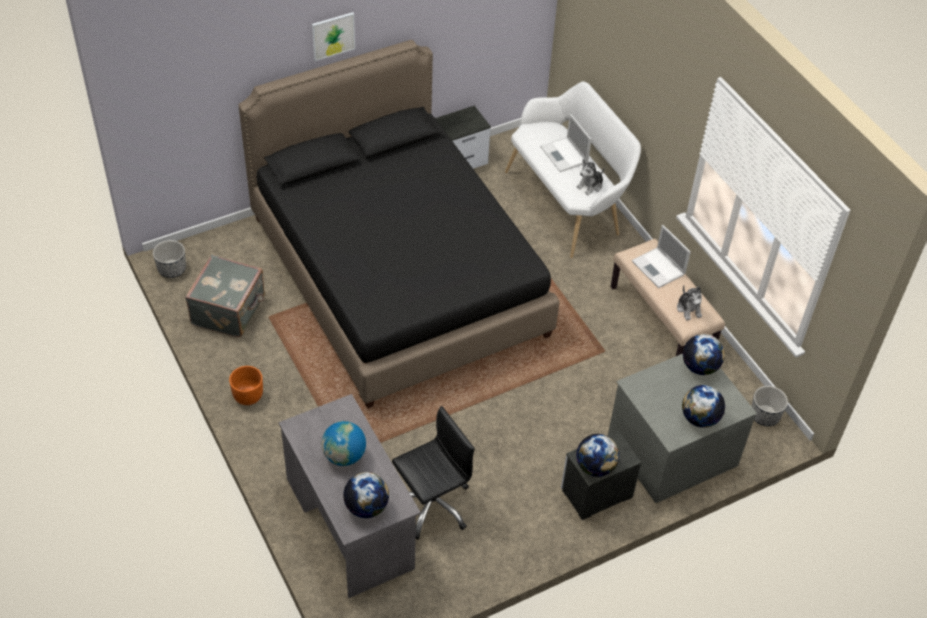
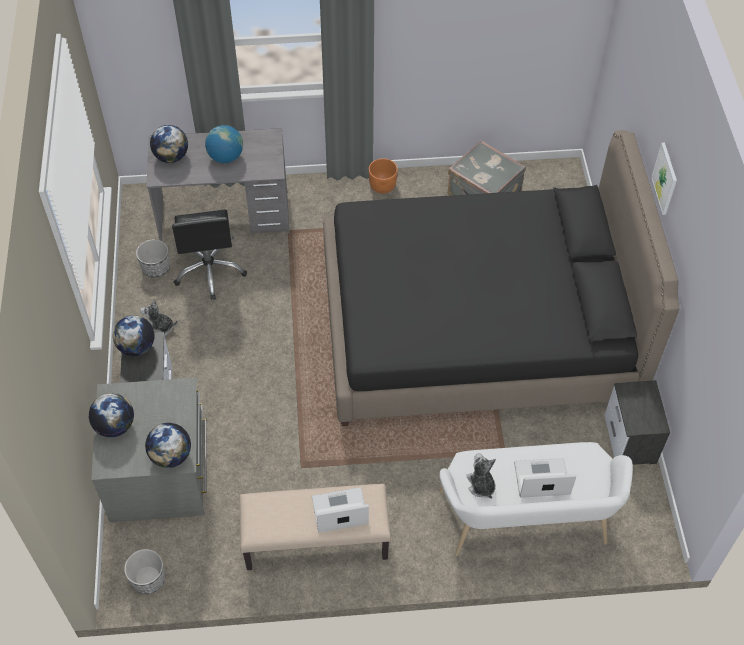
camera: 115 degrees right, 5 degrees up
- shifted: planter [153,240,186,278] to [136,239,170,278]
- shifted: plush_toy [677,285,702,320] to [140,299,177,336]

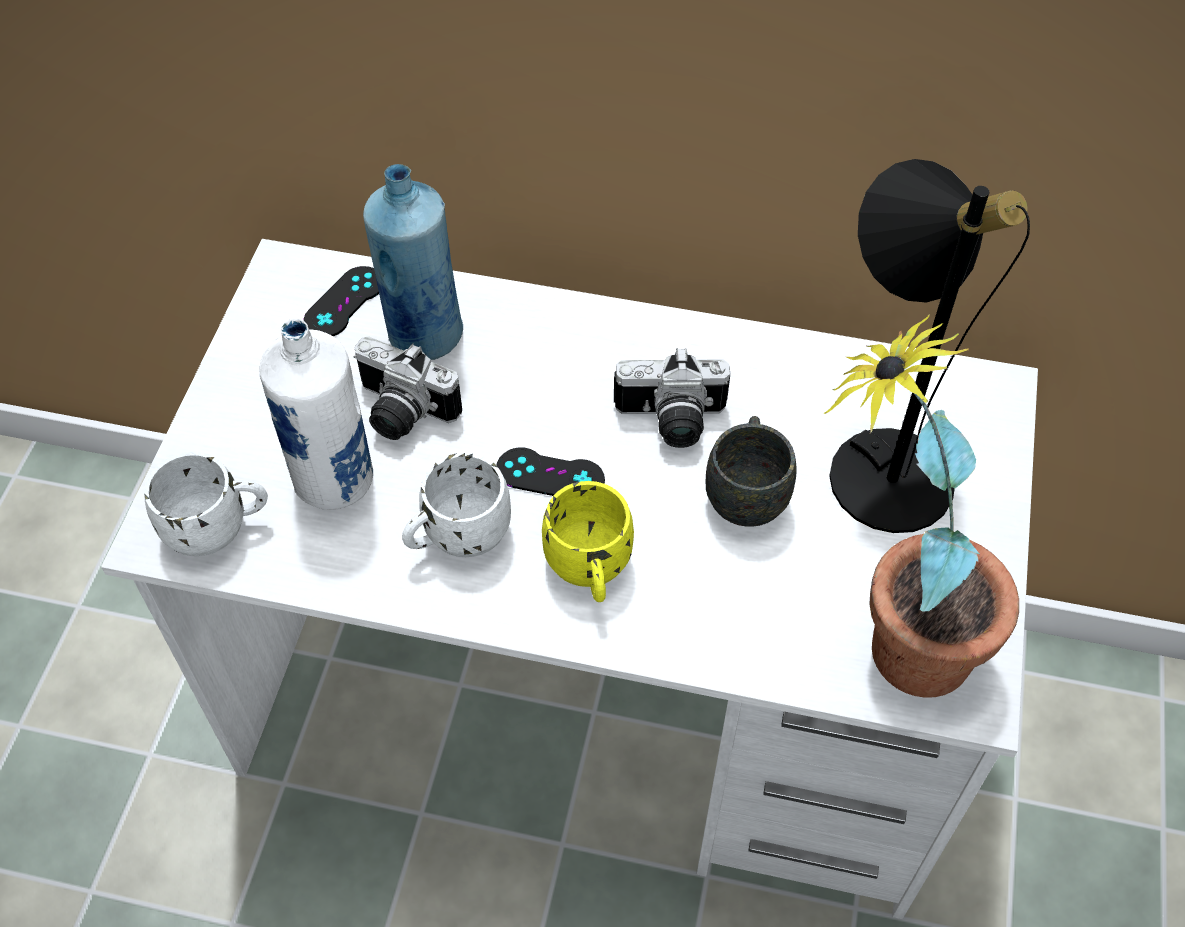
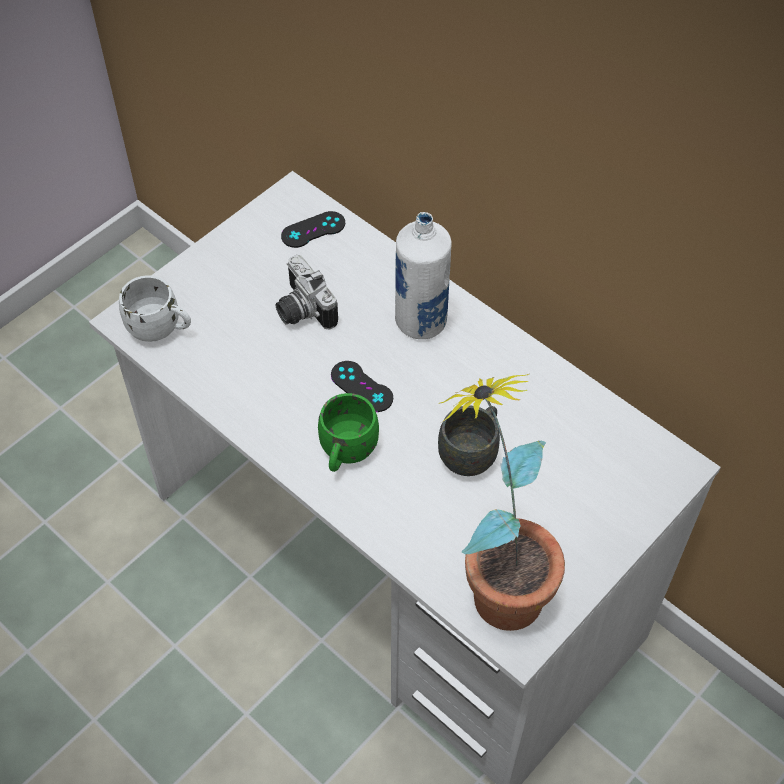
camera: 30 degrees right, 0 degrees up
- gone: black_table_lamp [829,159,1030,533]
- gone: blue_bottle [363,164,463,360]
- shifted: white_bottle [260,319,373,510] to [395,212,452,339]
- gone: photo_camera [614,348,730,448]
- gone: white_mug [402,453,511,557]
- repainted: yellow_mug [542,481,634,602] to green_mug [318,393,379,472]

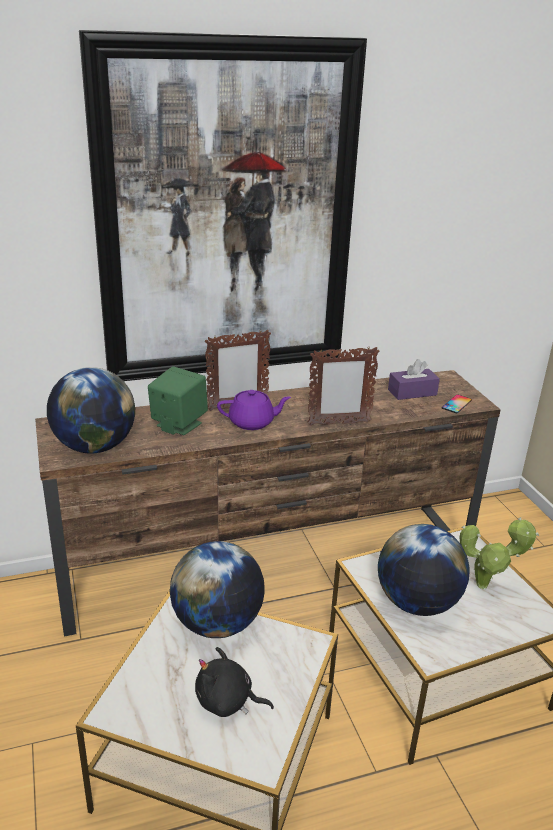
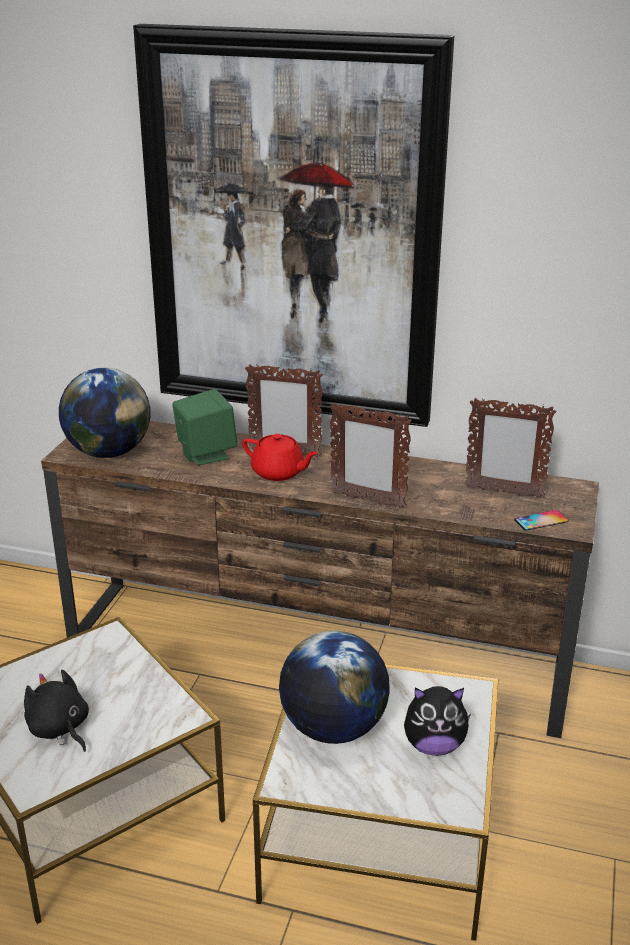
camera: 35 degrees right, 0 degrees up
- swapped: purple_tissue_box [388,359,440,400] to picture_frame [465,398,556,499]
- repainted: purple_teapot [217,390,291,430] to red_teapot [242,434,318,481]
- swapped: potted_plant [459,517,539,590] to plush_toy [404,686,471,756]
- gone: globe [170,541,265,638]

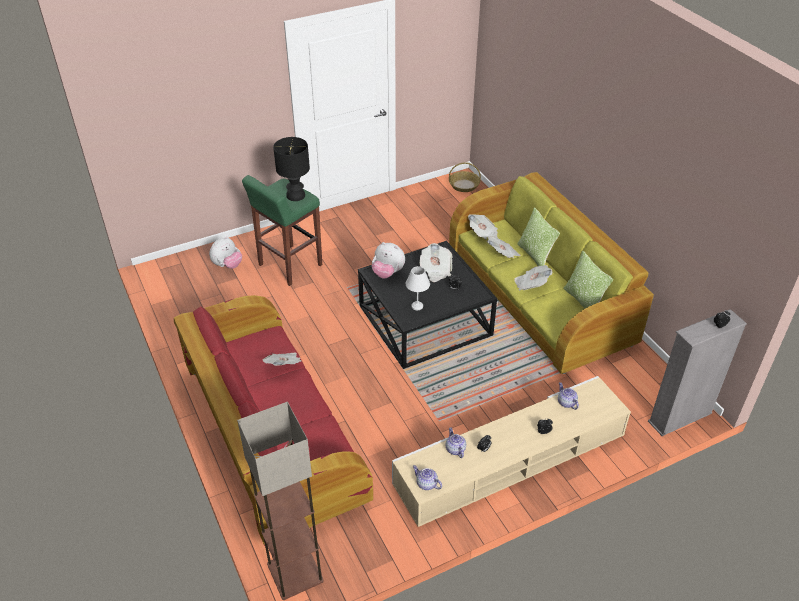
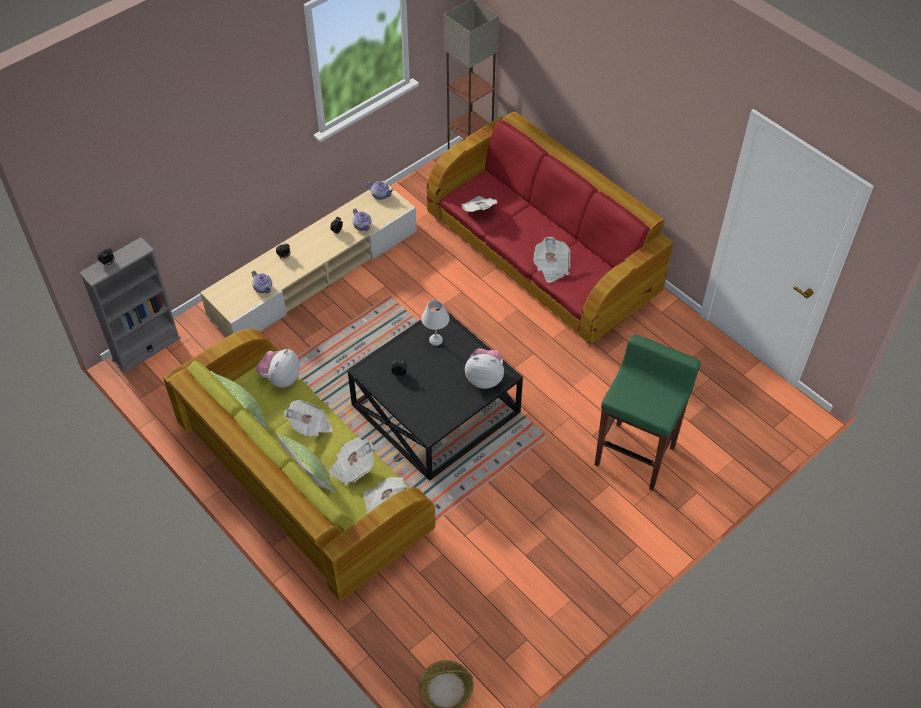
camera: 165 degrees right, 10 degrees up
- gone: black_table_lamp [273,137,310,201]
- shifted: plush_toy [209,237,242,269] to [256,349,300,388]
- shifted: newspaper [419,243,453,282] to [461,196,497,212]

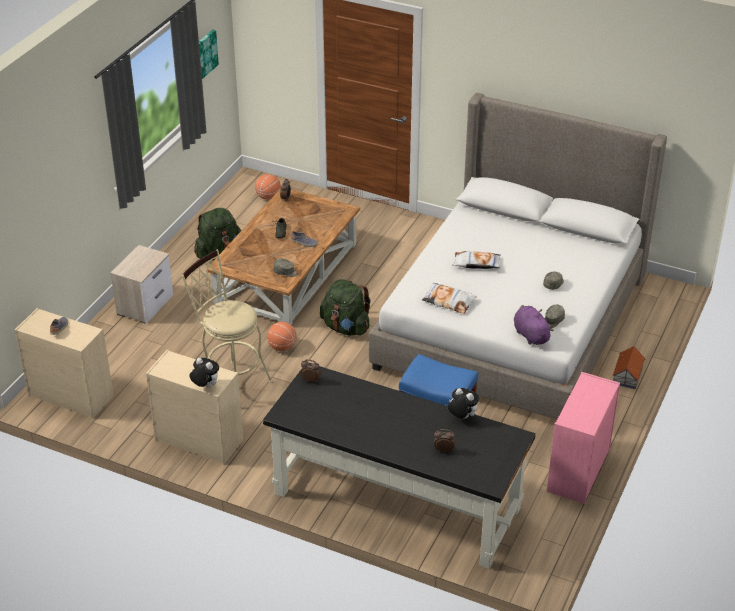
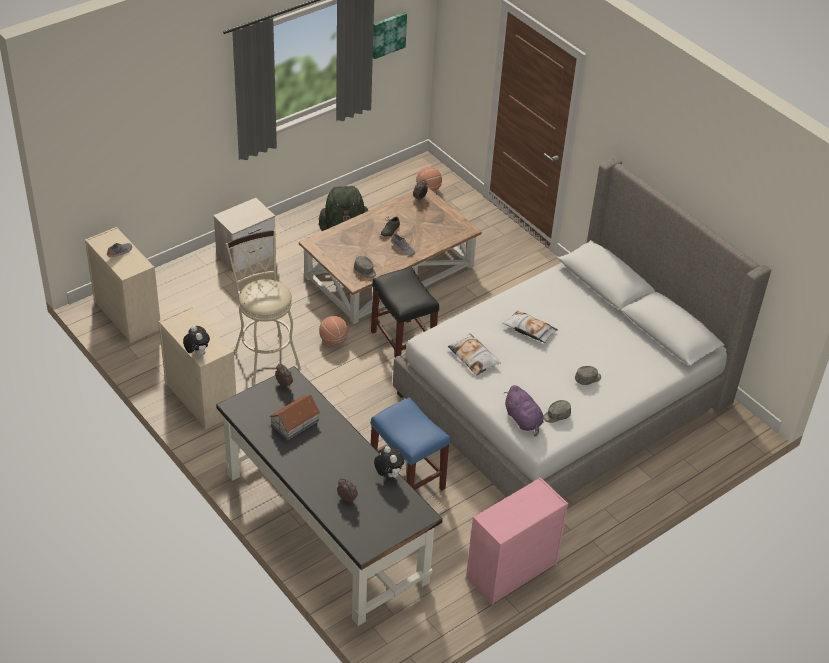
camera: 25 degrees right, 5 degrees up
- swapped: green_backpack [320,279,371,336] to black_stool [371,267,439,357]
- rotated: purple_plush_toy [514,305,554,345] = [504,385,544,437] 150 degrees clockwise
- shifted: toy_house [612,346,645,389] to [269,395,320,440]

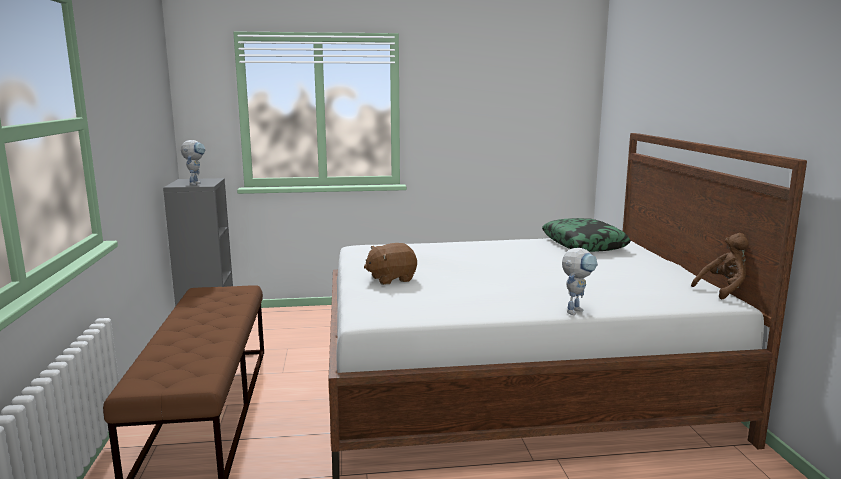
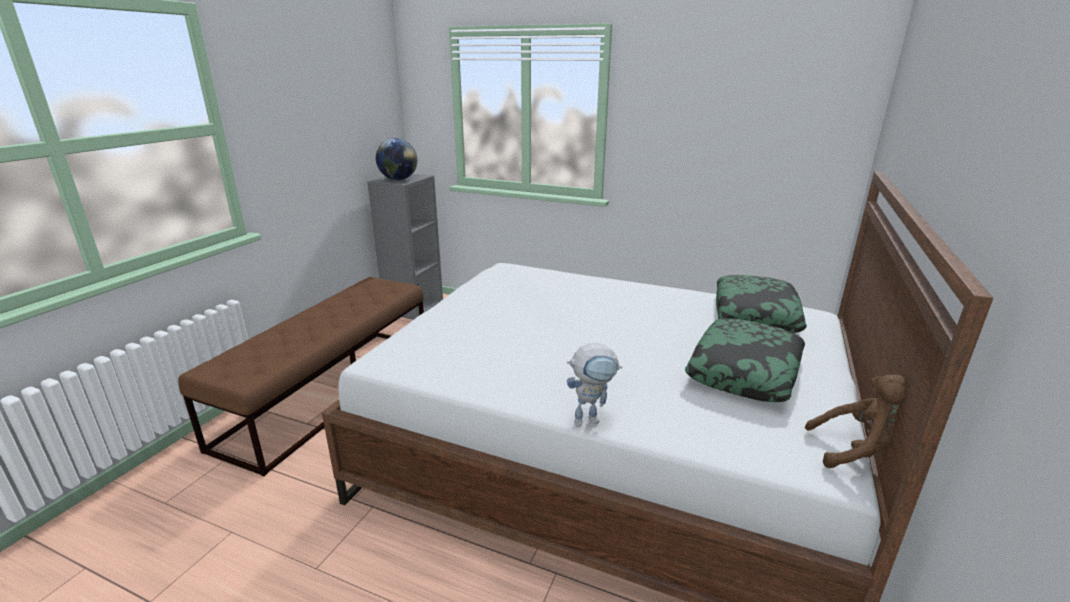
camera: 30 degrees right, 10 degrees up
- swapped: toy_robot [181,140,206,185] to globe [376,138,417,180]
- gone: brown_plush_toy [364,243,417,285]
- new: pillow [685,318,805,402]

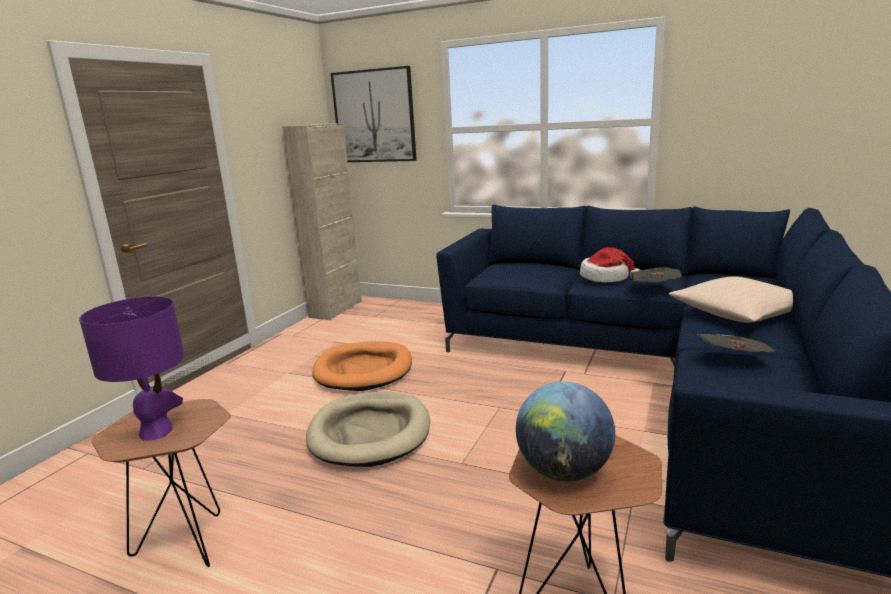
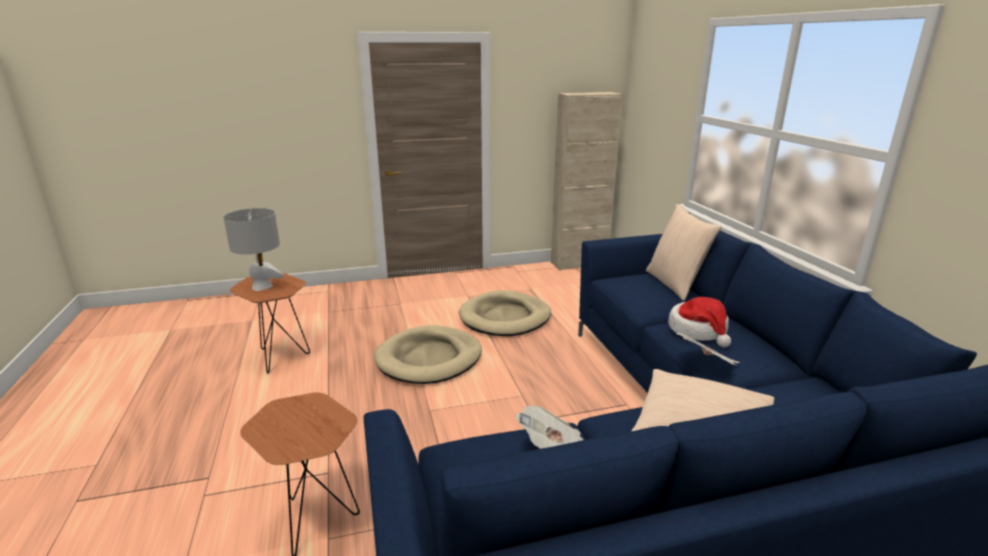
camera: 50 degrees right, 5 degrees up
- gone: picture [331,66,417,162]
- repainted: purple_table_lamp [79,296,185,441] to grey_table_lamp [223,208,284,291]
- repainted: orange_dog_bed [312,341,412,391] to beige_dog_bed [459,290,551,336]
- gone: globe [516,381,615,482]
- new: beige_pillow [646,204,721,301]

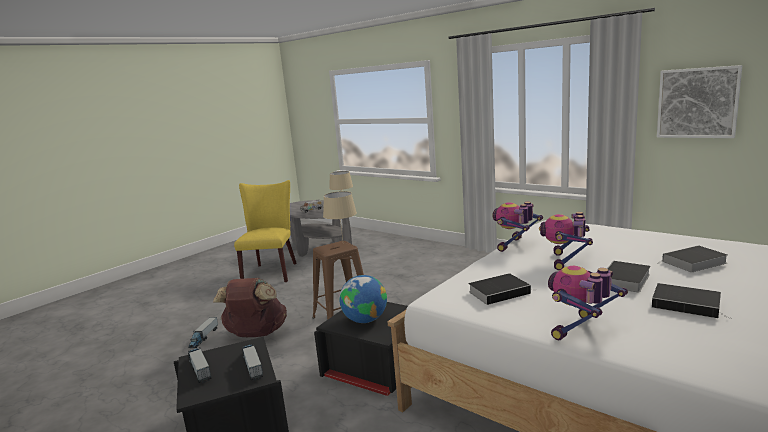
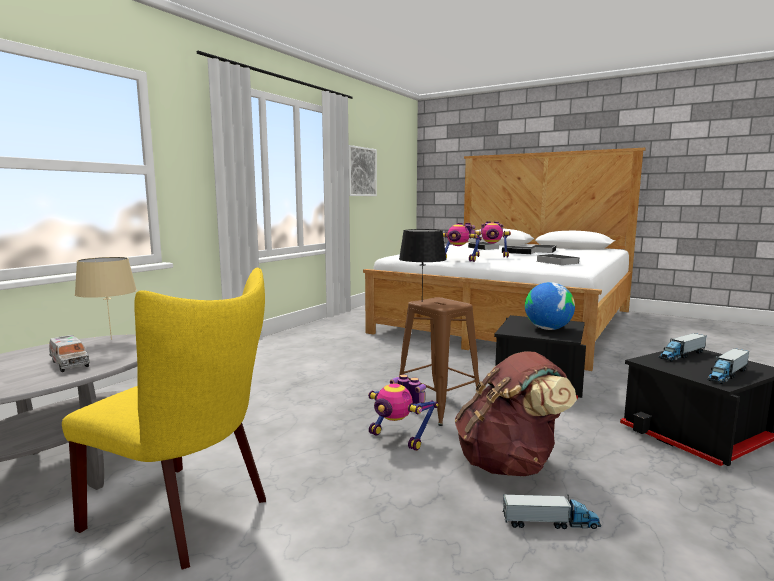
camera: 100 degrees left, 5 degrees down
- rotated: yellow_chair [234,180,297,282] = [62,268,266,570] 150 degrees counterclockwise
- repainted: beige_table_lamp [323,191,357,240] to black_table_lamp [399,229,447,298]
- shifted: toy_robot [548,266,628,340] to [368,374,438,451]

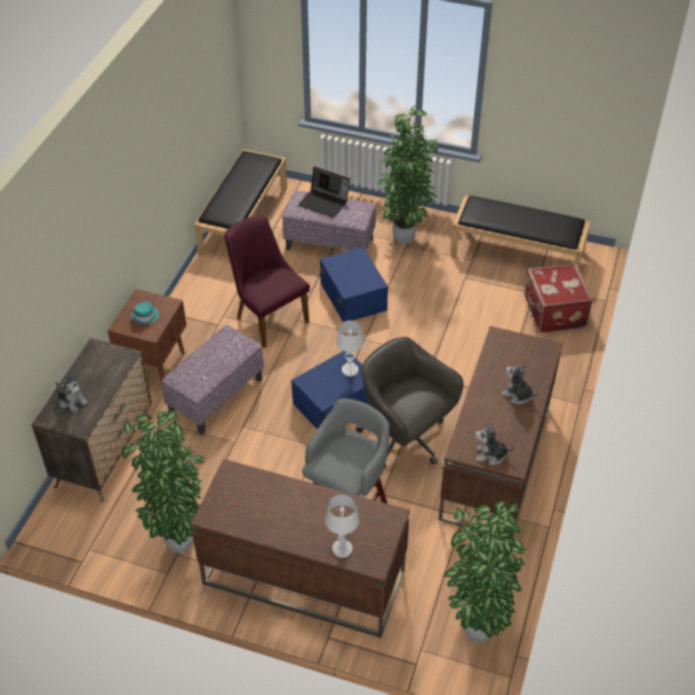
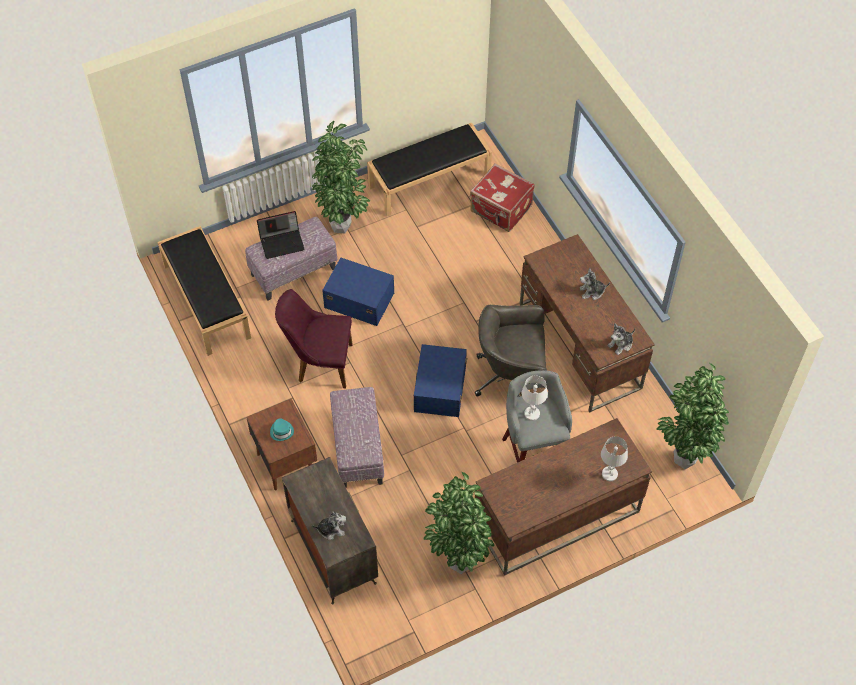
camera: 45 degrees left, 10 degrees up
- shifted: white_table_lamp [336,321,364,377] to [522,375,548,421]

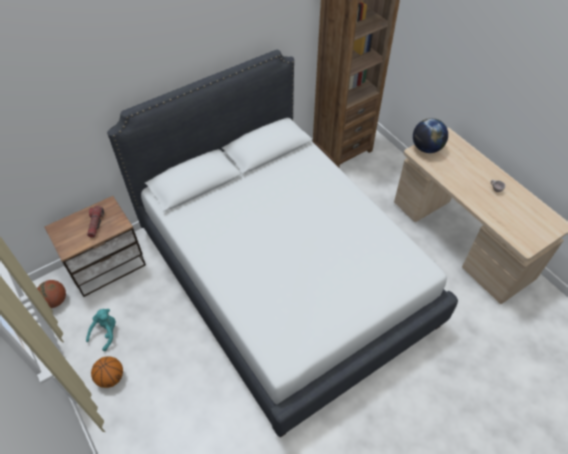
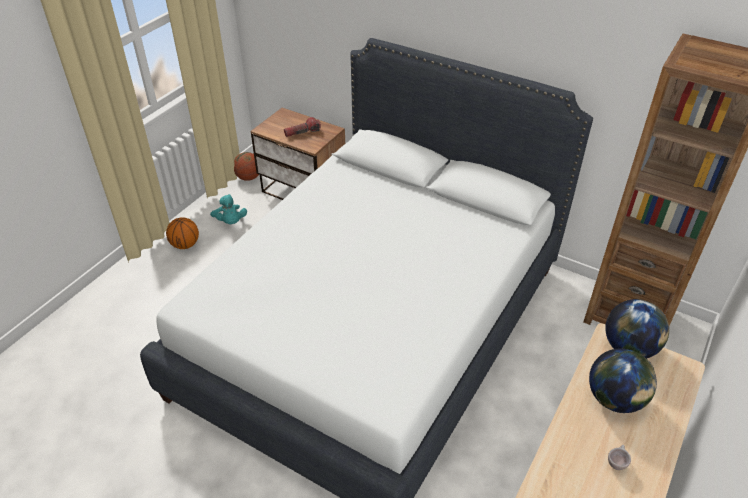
camera: 65 degrees right, 10 degrees down
- rotated: turquoise_plush_toy [86,309,116,351] = [210,194,247,224] 60 degrees clockwise
- new: globe [589,348,657,413]

